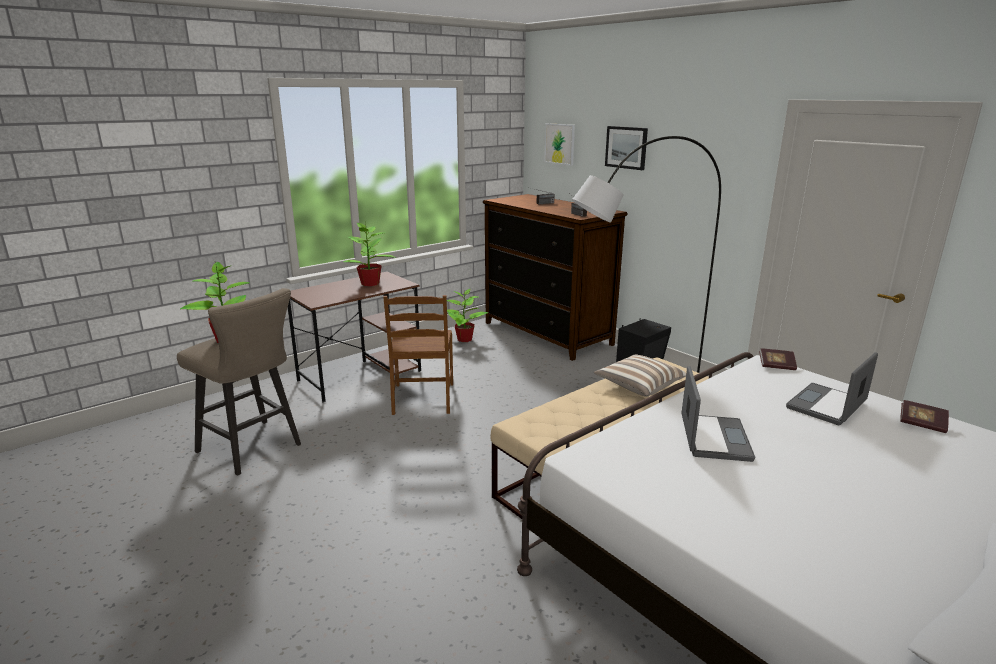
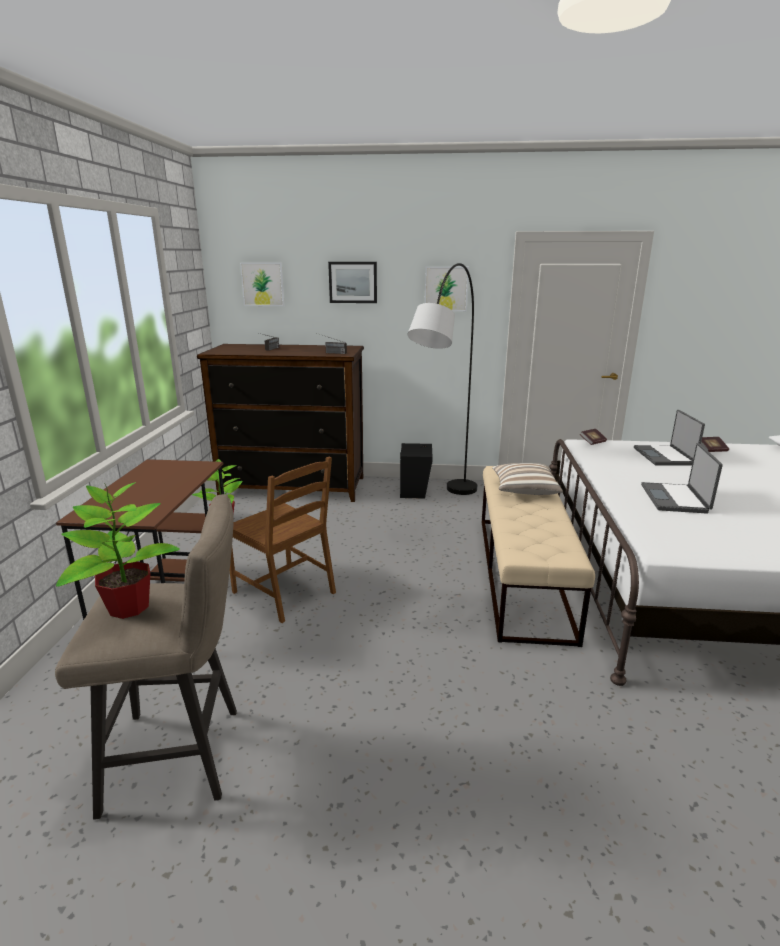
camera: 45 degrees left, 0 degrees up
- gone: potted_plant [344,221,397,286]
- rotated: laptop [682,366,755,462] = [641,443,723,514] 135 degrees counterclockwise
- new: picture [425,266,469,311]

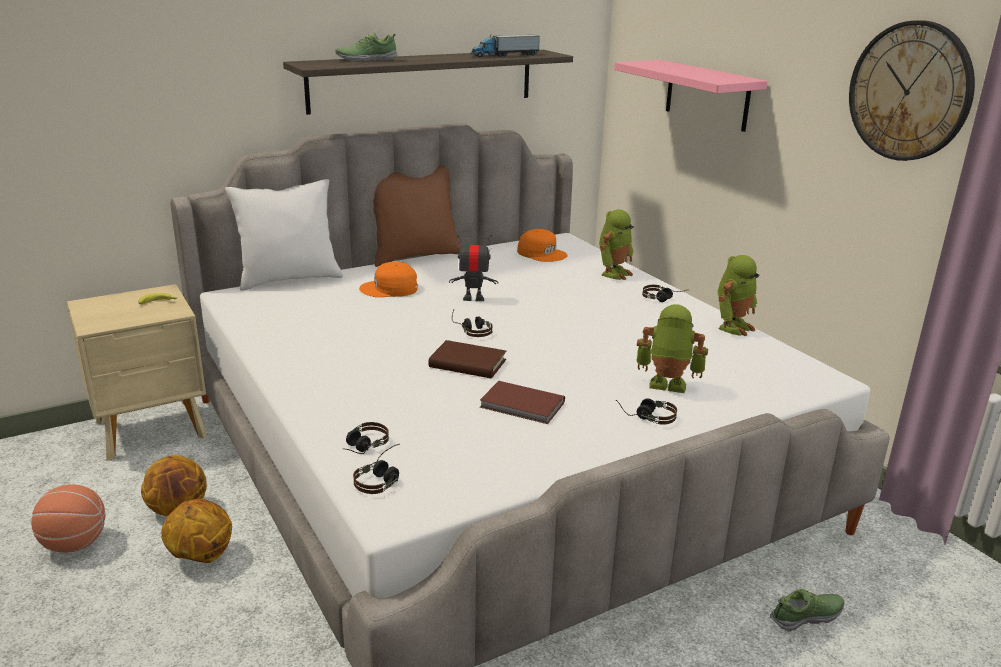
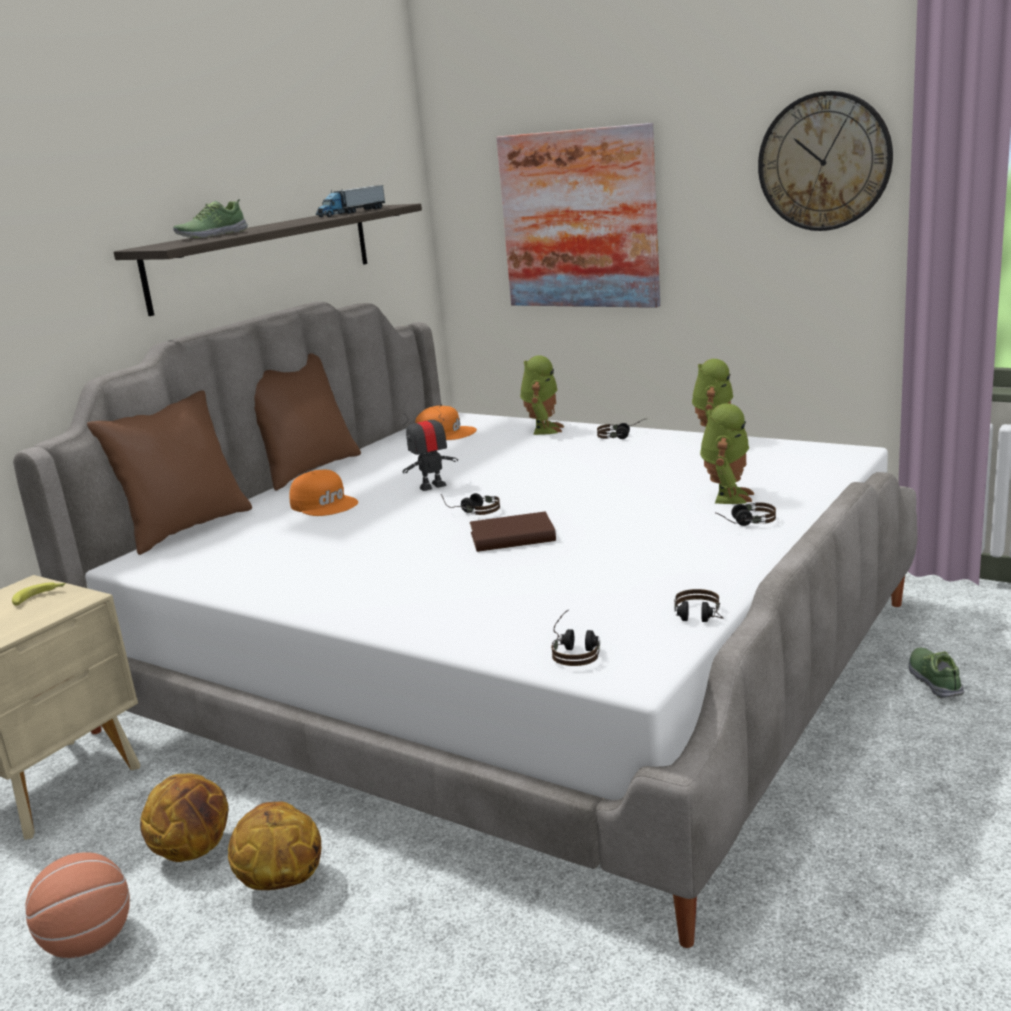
camera: 25 degrees left, 5 degrees down
- swapped: pink_shelf [614,60,768,132] to picture [496,123,660,308]
- repainted: white_pillow [225,179,343,291] to brown_pillow [87,390,252,555]
- rotated: orange_cap [359,262,418,297] = [289,470,358,516] 105 degrees counterclockwise
- rotated: toy_robot [636,304,708,393] = [700,403,754,504] 120 degrees clockwise
- gone: brown_book [480,381,565,424]
- shifted: headphones [342,422,389,454] to [674,589,724,622]
- rotated: shoe [770,589,844,632] = [909,648,965,698] 45 degrees counterclockwise

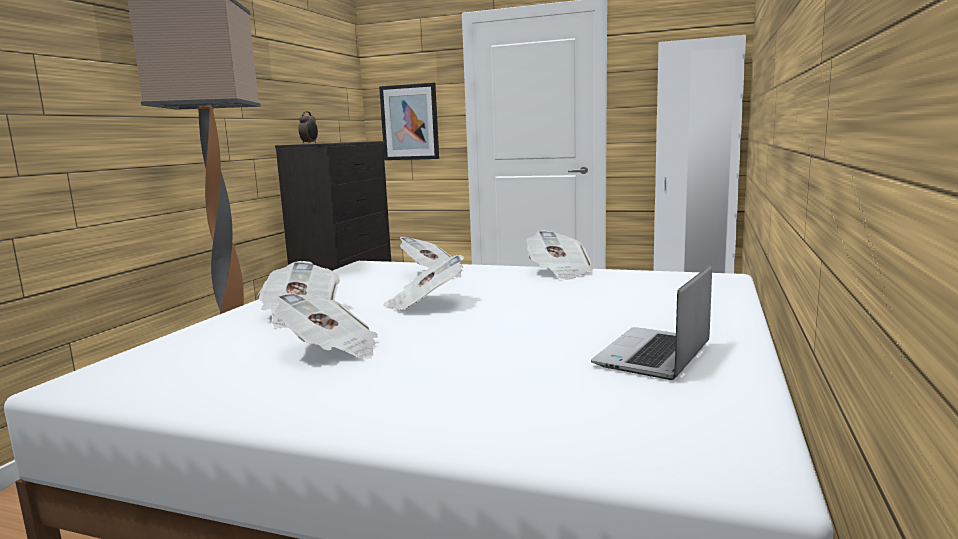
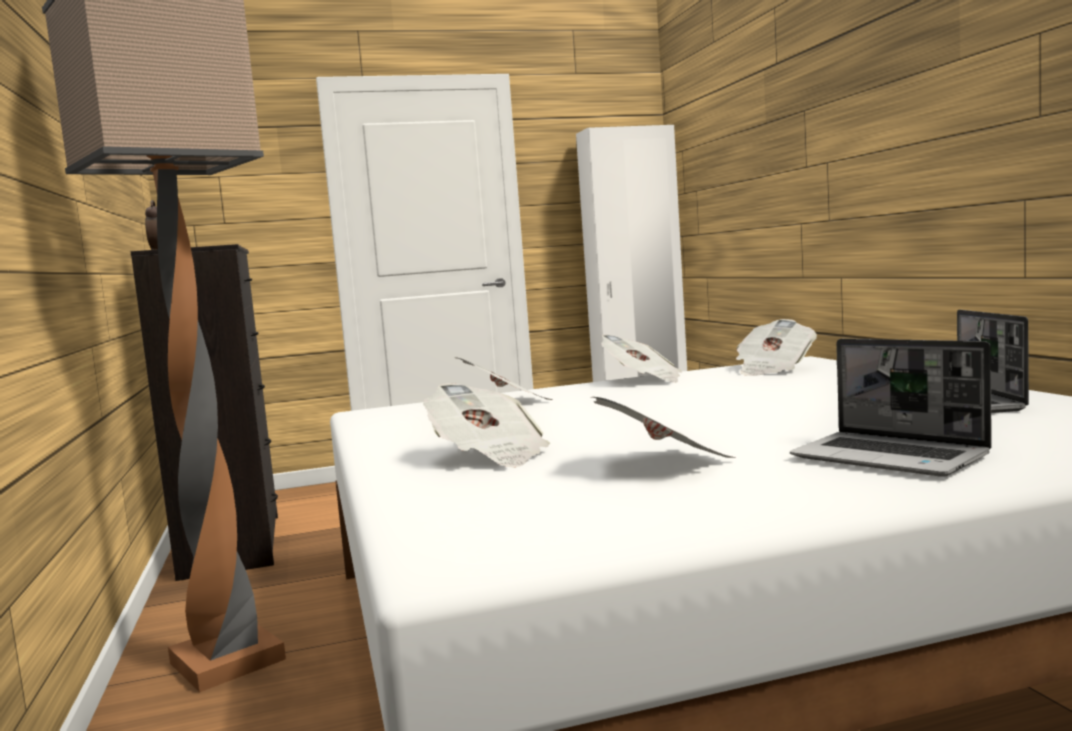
camera: 35 degrees left, 5 degrees down
- gone: picture [379,83,439,160]
- shifted: newspaper [383,255,464,310] to [736,319,817,376]
- new: laptop [790,339,992,477]

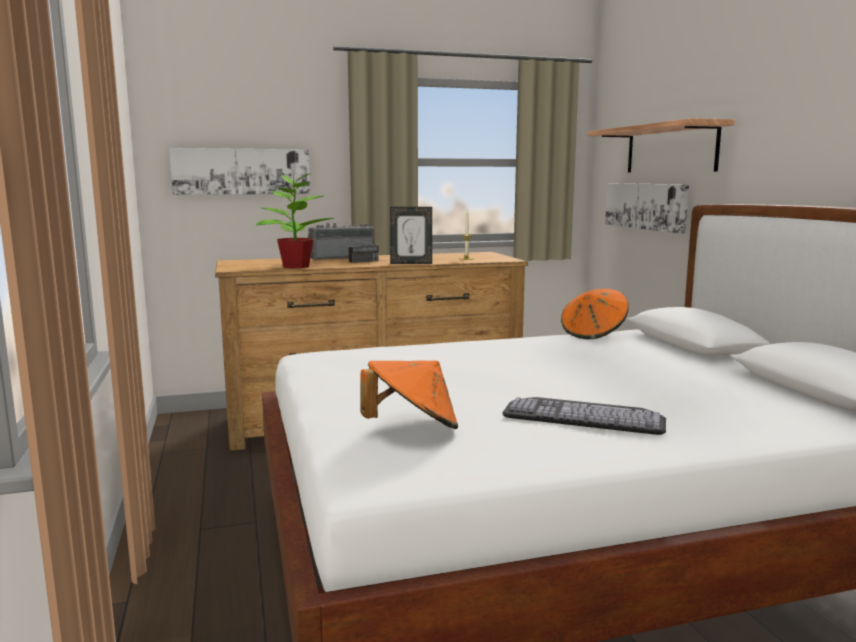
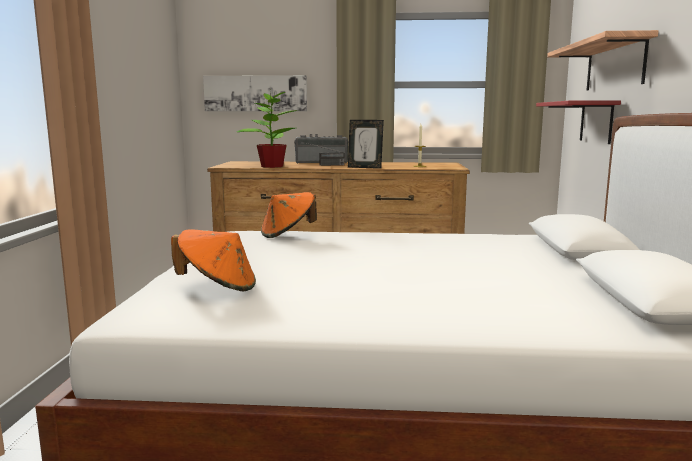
camera: 20 degrees right, 0 degrees up
- swapped: picture [605,183,689,234] to red_shelf [536,100,621,144]
- shifted: orange_hat [561,289,629,339] to [261,192,317,238]
- gone: keyboard [502,397,666,435]

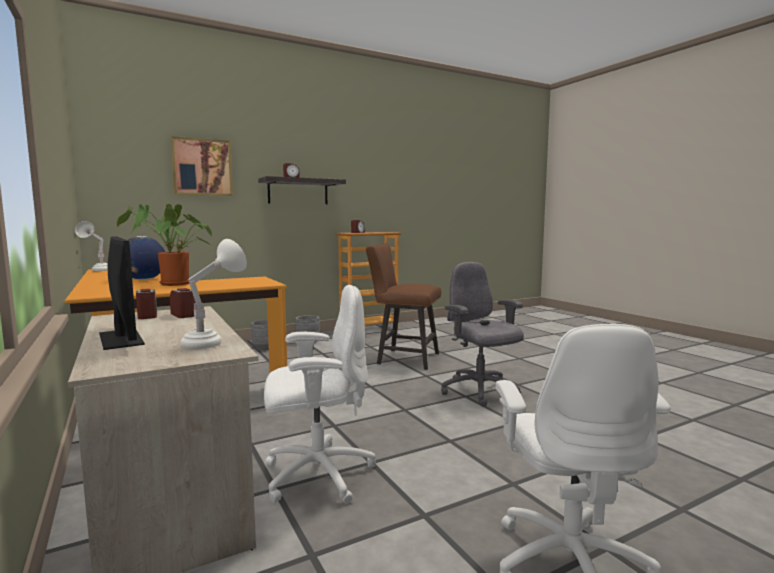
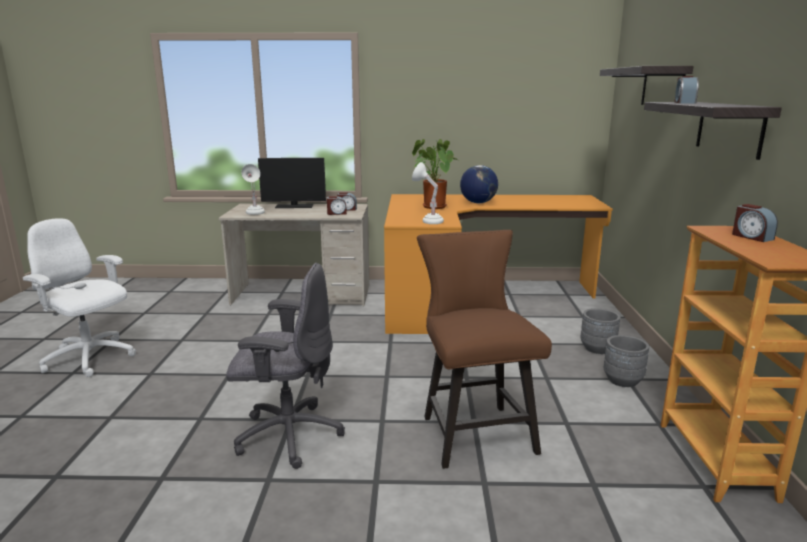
camera: 120 degrees right, 10 degrees up
- swapped: picture [171,136,233,196] to shelf [600,66,694,105]
- shifted: white_table_lamp [75,221,108,271] to [412,162,444,224]
- rotated: brown_chair [366,243,441,370] = [417,230,552,469] 60 degrees counterclockwise
- gone: white_office_chair [264,285,376,504]

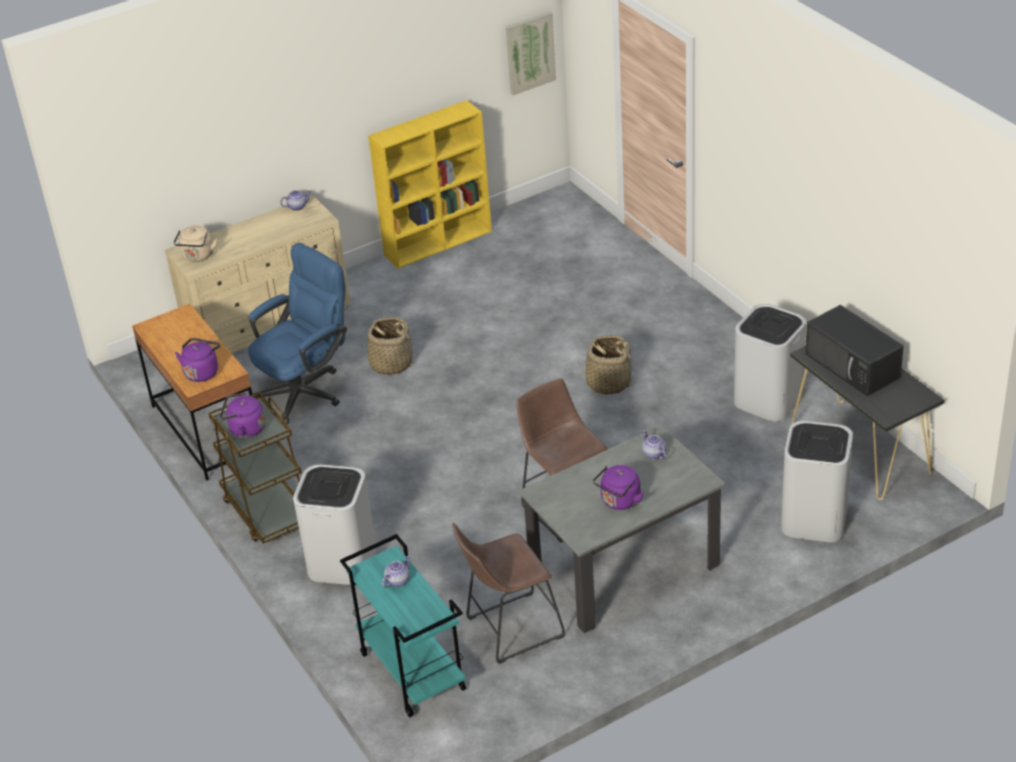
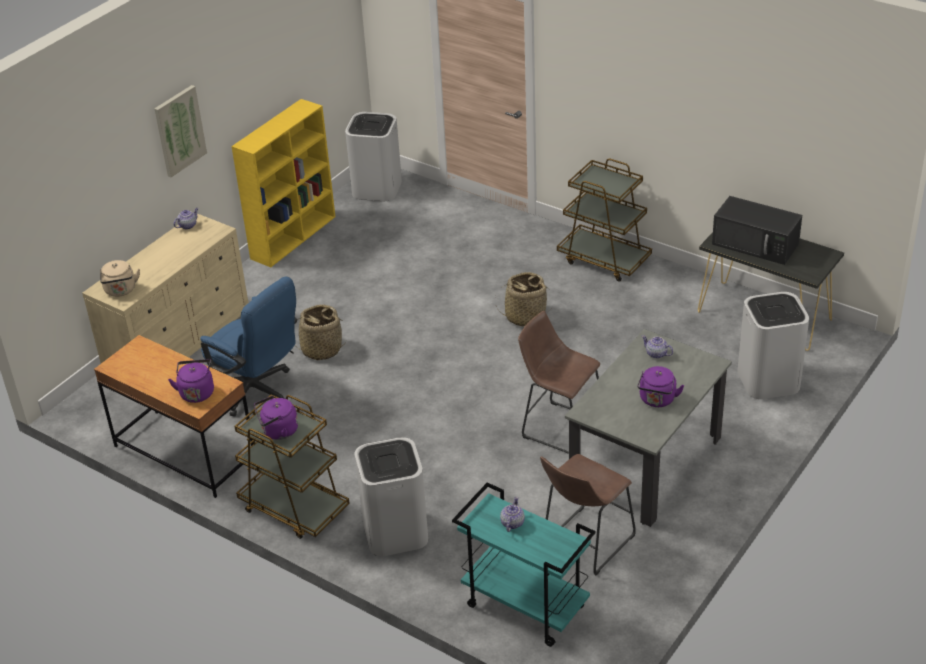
camera: 25 degrees left, 0 degrees up
- shifted: picture [506,11,556,95] to [154,85,207,177]
- rotated: blue_office_chair [248,243,347,424] = [200,277,297,417] 105 degrees clockwise
- shifted: white_trash_can [734,304,806,421] to [345,112,402,201]
- new: brown_cart [557,158,652,282]

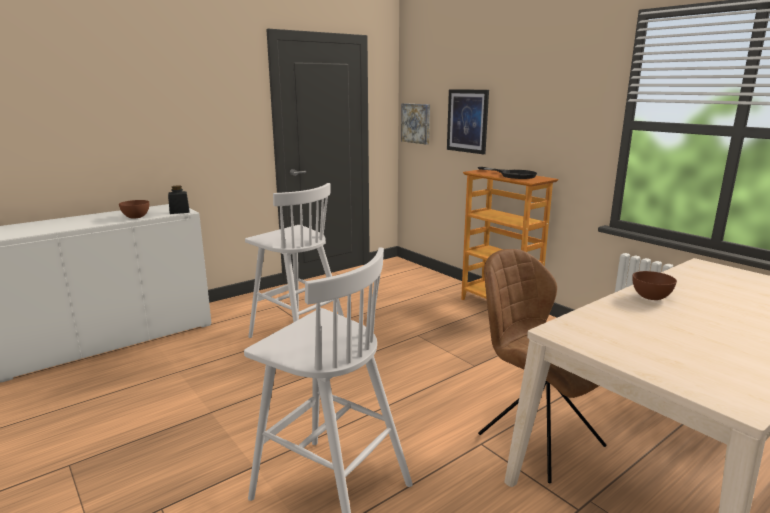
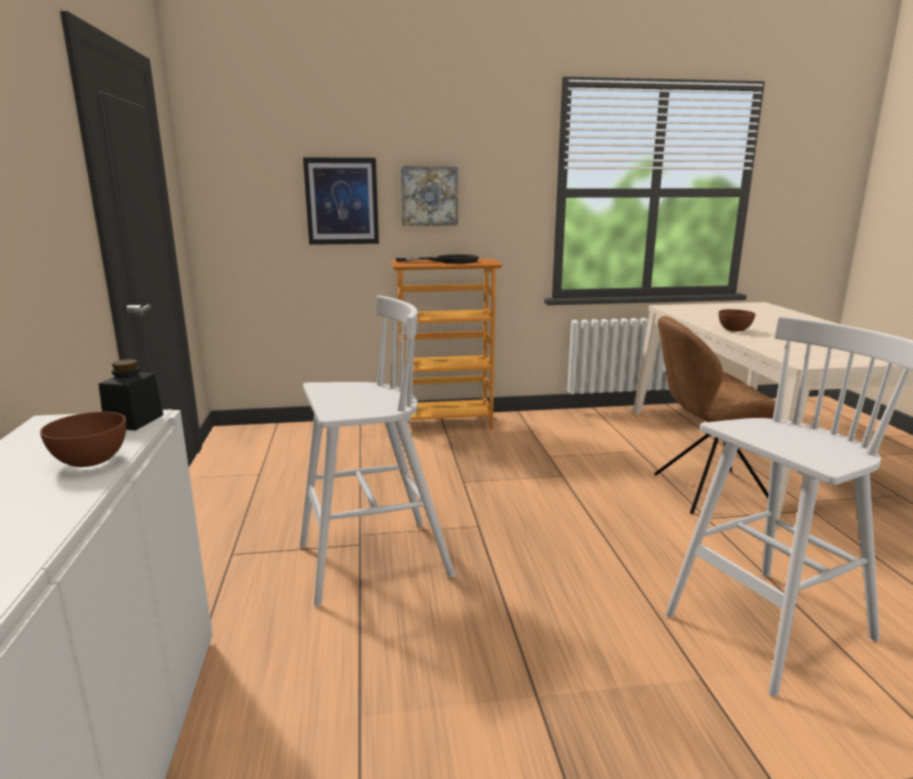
camera: 60 degrees left, 0 degrees up
- shifted: picture [401,103,430,144] to [401,166,458,226]

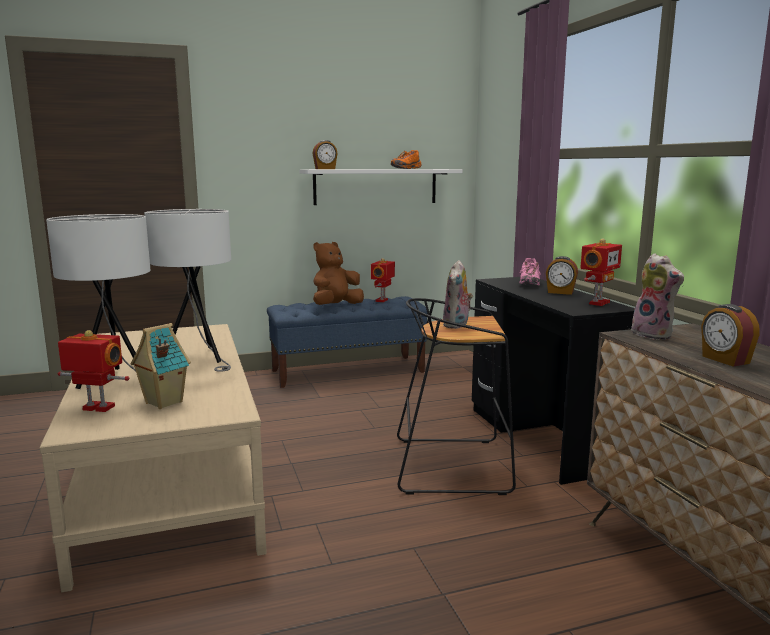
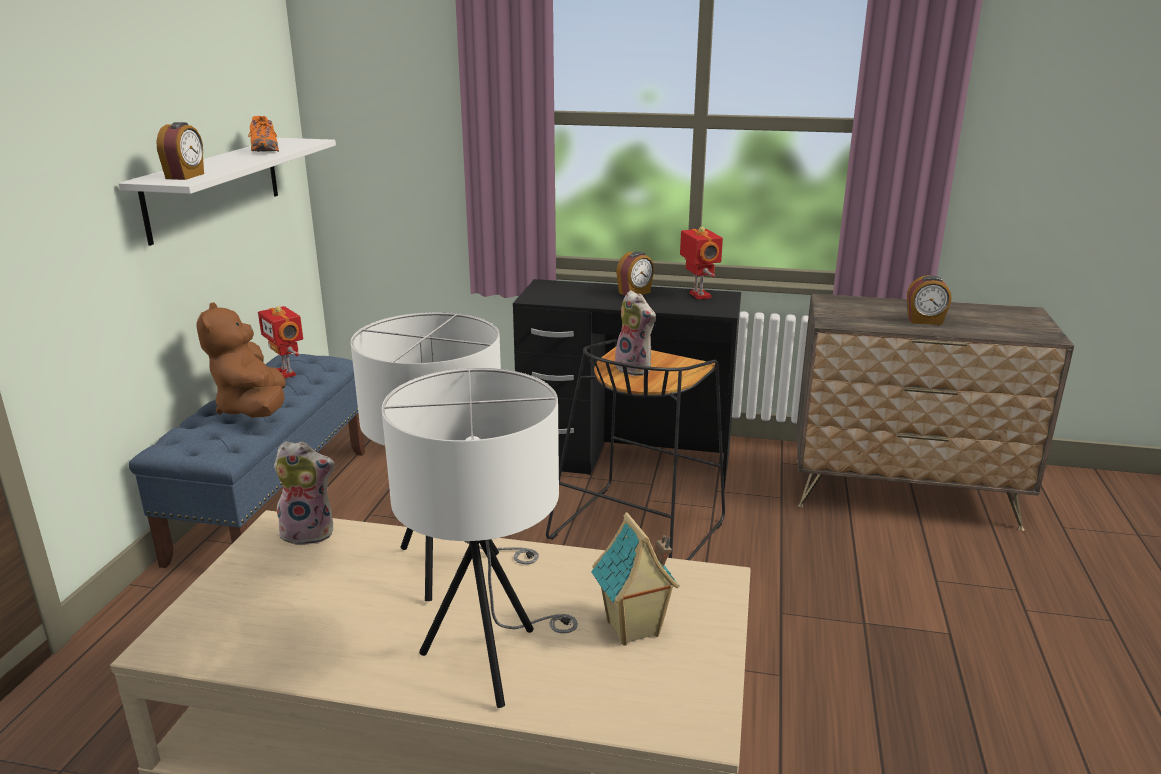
camera: 60 degrees left, 10 degrees up
- shifted: plush_toy [631,253,684,340] to [274,441,335,545]
- gone: pink_shoe [519,258,540,286]
- gone: toy_robot [58,330,129,412]

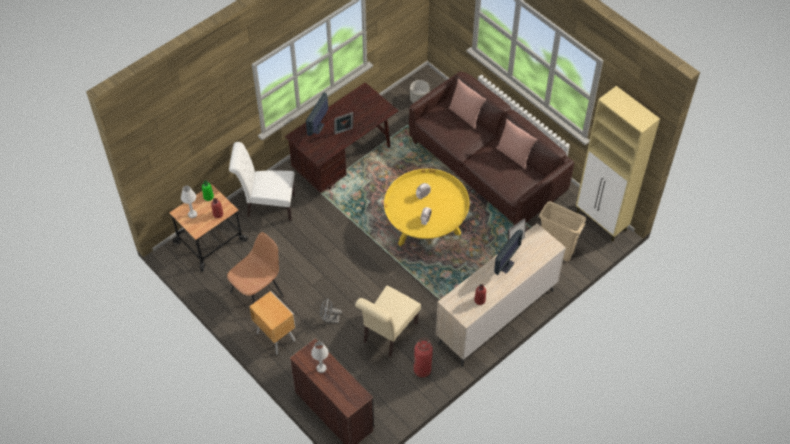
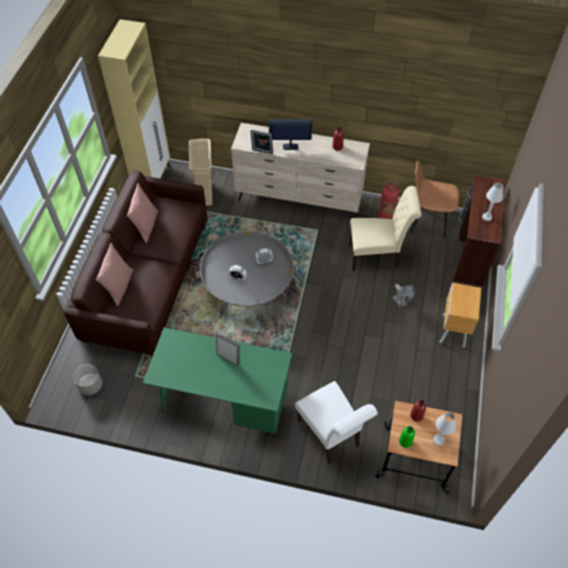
camera: 125 degrees left, 0 degrees up
- repainted: brown_desk [285,82,399,193] to green_desk [143,328,292,434]
- gone: monitor [306,93,328,136]
- repainted: yellow_coffee_table [384,169,470,246] to grey_coffee_table [200,231,294,316]
- shifted: brown_chair [227,232,284,303] to [411,160,459,238]

